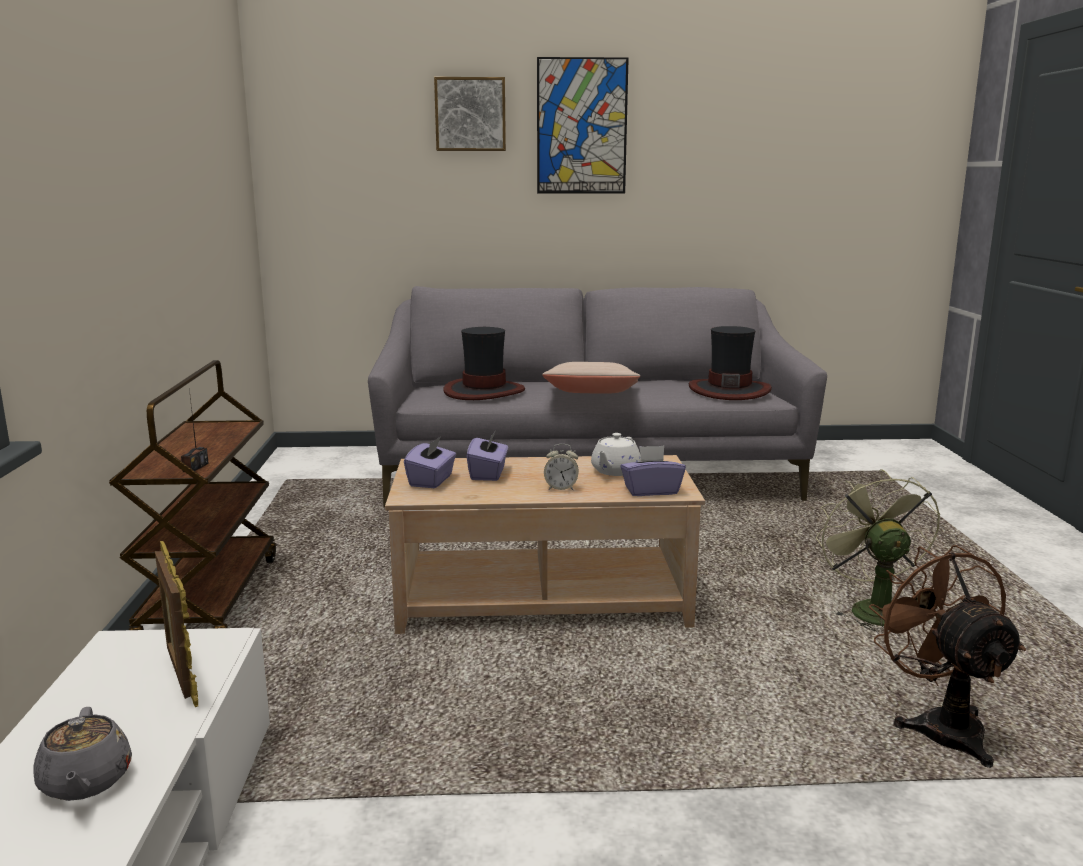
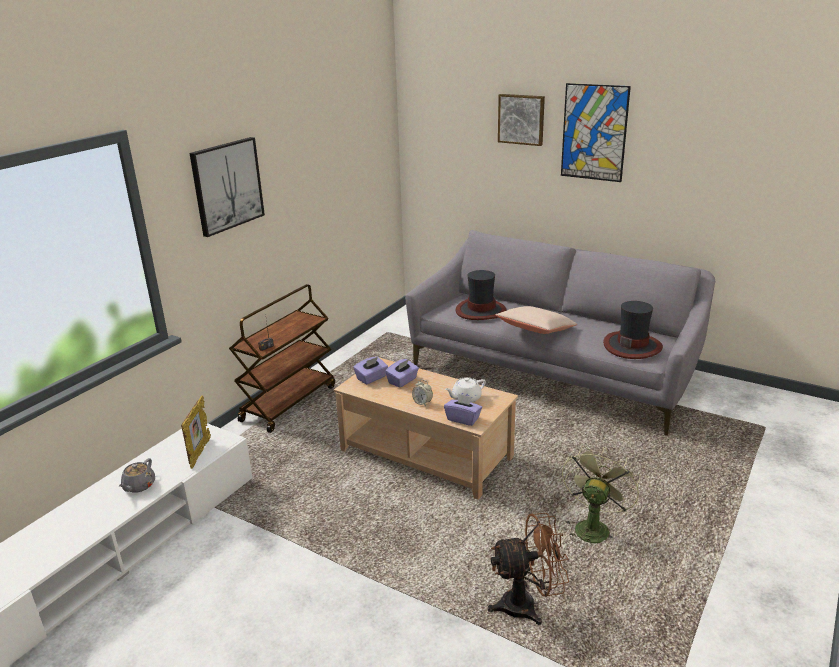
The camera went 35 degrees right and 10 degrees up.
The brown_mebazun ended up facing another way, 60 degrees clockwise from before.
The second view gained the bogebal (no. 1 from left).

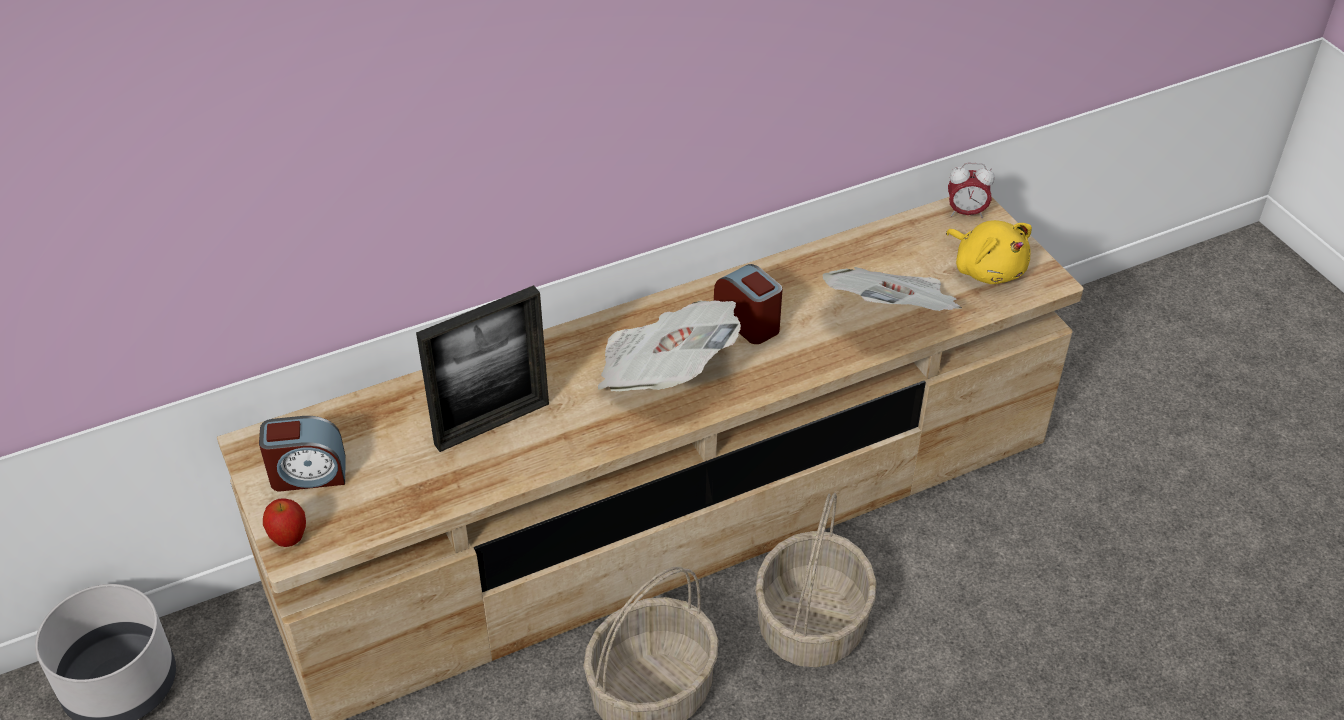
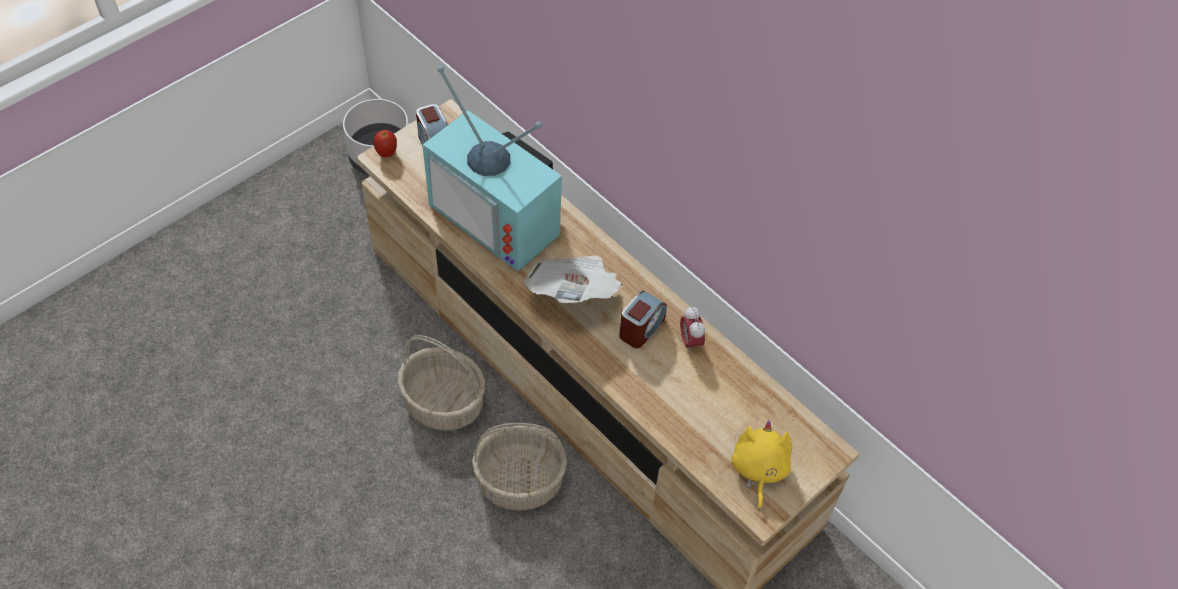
The camera went 70 degrees right and 10 degrees up.
Where the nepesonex stood, the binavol came to stand.
The second view lost the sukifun (no. 2 from left).
The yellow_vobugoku ended up facing another way, 150 degrees clockwise from before.
The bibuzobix (no. 3 from left) ended up elsewhere.

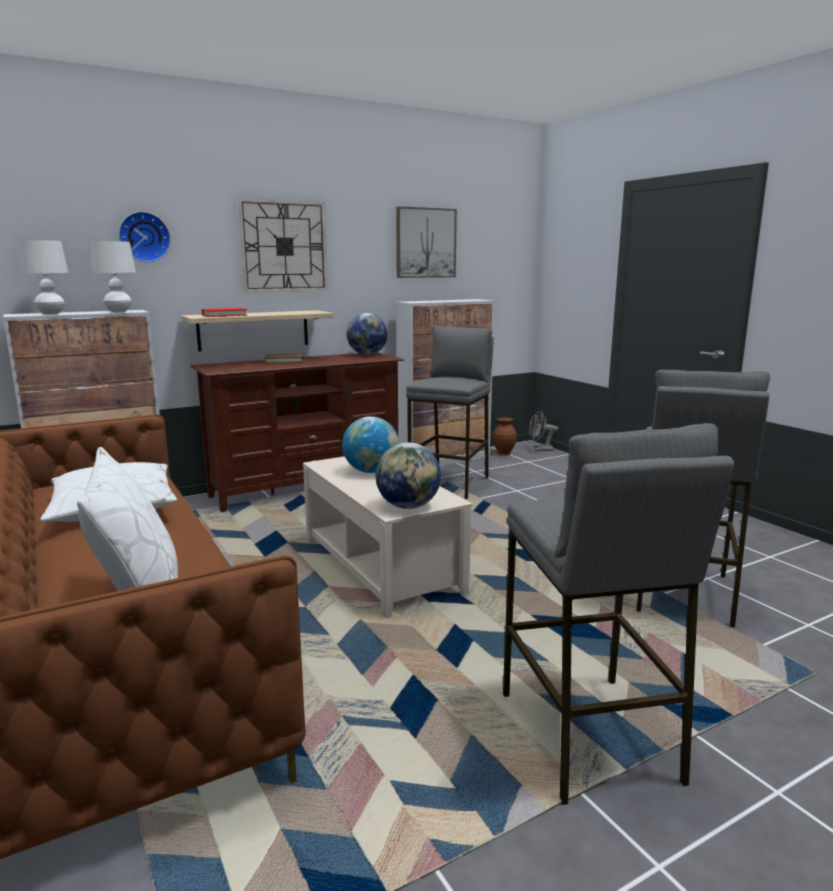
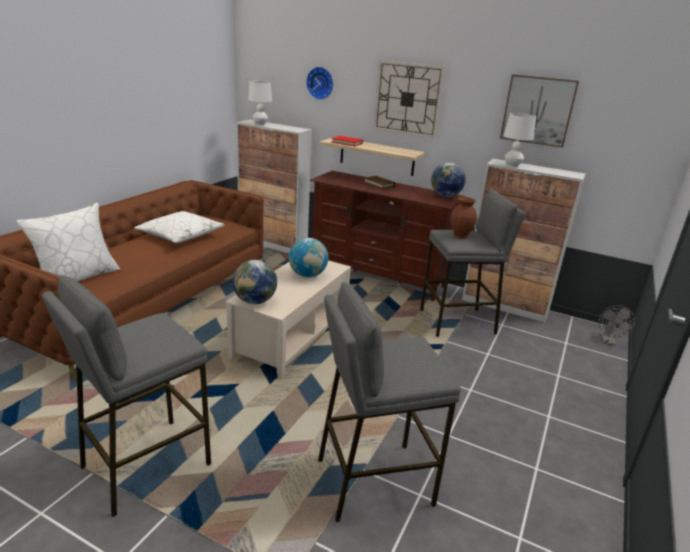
The camera went 55 degrees right and 10 degrees up.
The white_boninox (no. 2 from left) ended up elsewhere.
The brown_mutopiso ended up elsewhere.
The grey_mebazun ended up facing another way, 135 degrees counterclockwise from before.

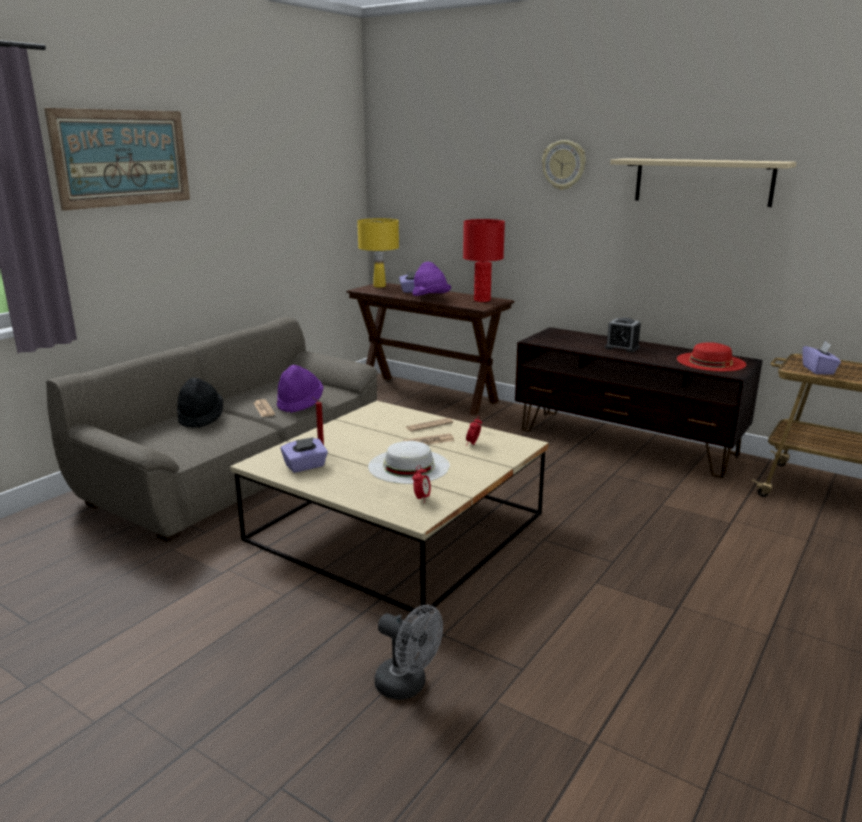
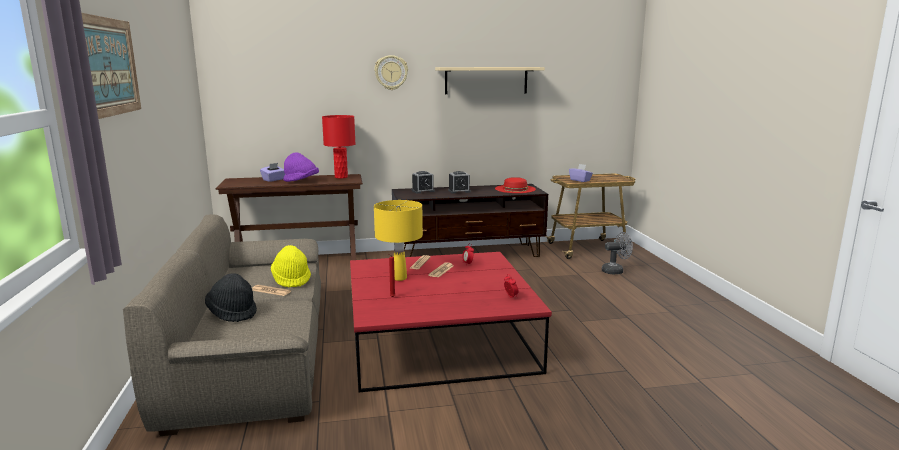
The camera went 45 degrees left and 5 degrees down.
What was the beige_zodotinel turned into the red_zodotinel.
What was the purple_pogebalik (no. 1 from left) turned into the yellow_pogebalik.
The second view lost the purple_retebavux (no. 1 from left).
The yellow_boninox ended up elsewhere.
The second view lost the white_pogebalik.
The grey_mebazun ended up elsewhere.
The second view gained the bibuzobix (no. 1 from left).

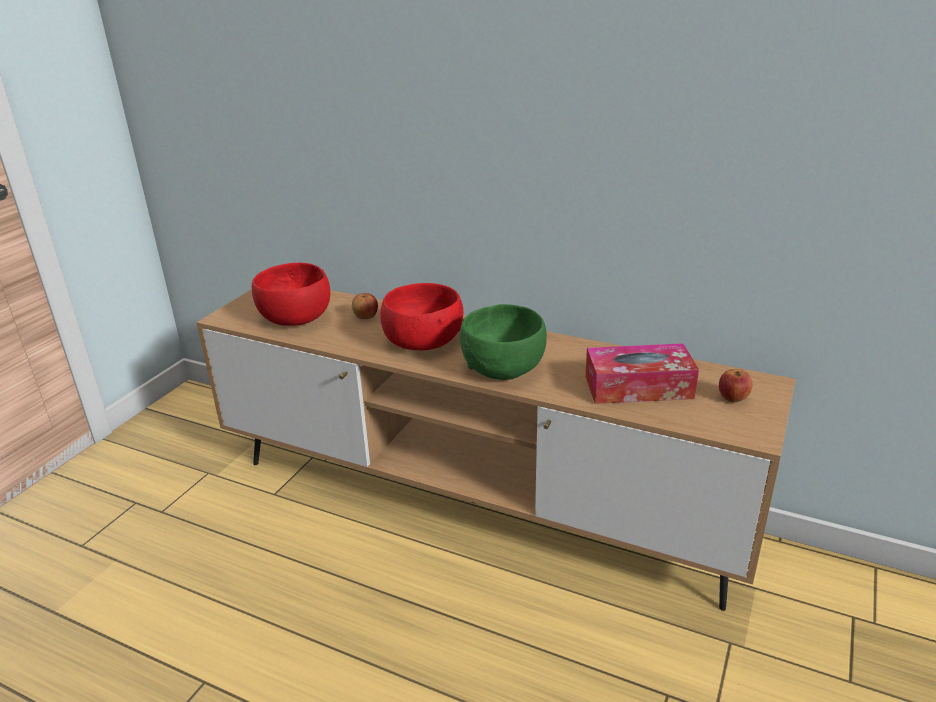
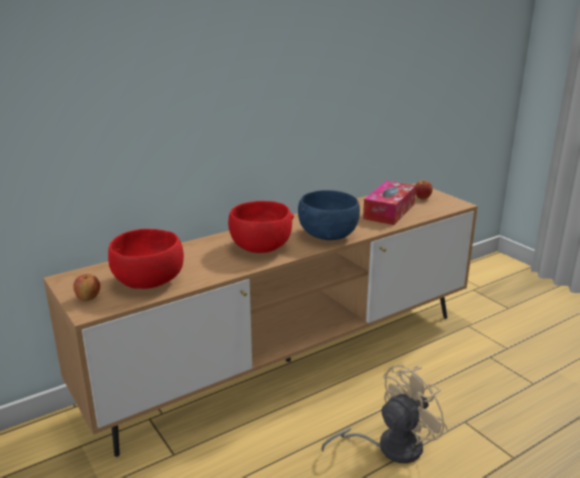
The camera went 60 degrees left and 5 degrees down.
The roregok (no. 1 from left) ended up elsewhere.
What was the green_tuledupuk turned into the blue_tuledupuk.
The second view gained the beige_mebazun.

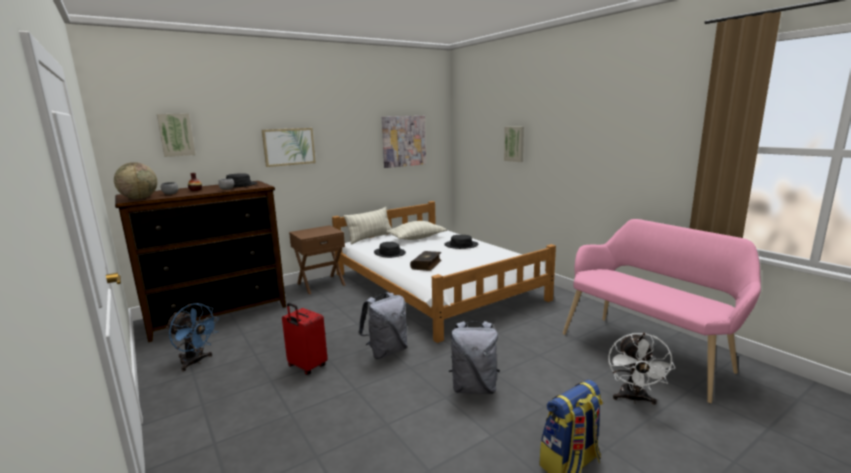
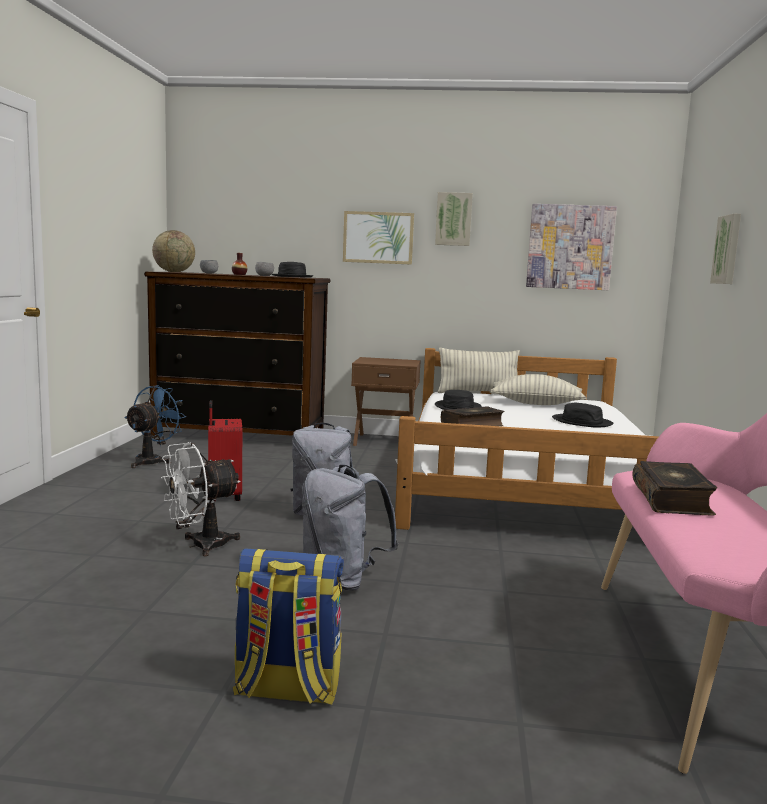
The camera went 40 degrees right and 5 degrees down.
The bogebal (no. 1 from left in the first image) ended up elsewhere.
The blue_mebazun ended up facing another way, 135 degrees counterclockwise from before.
The white_mebazun ended up elsewhere.
The second view gained the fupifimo (no. 2 from left).

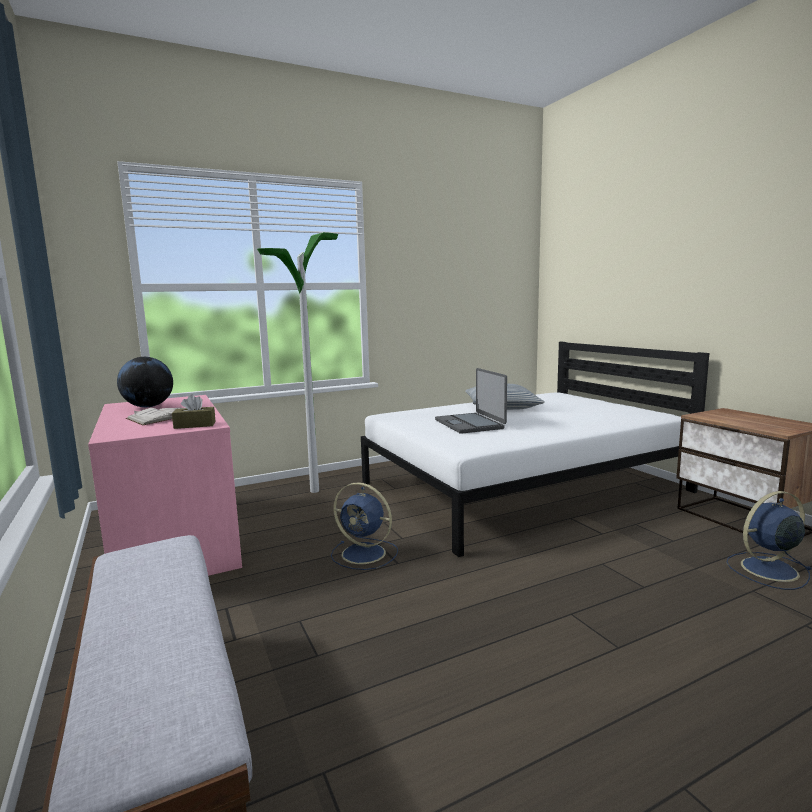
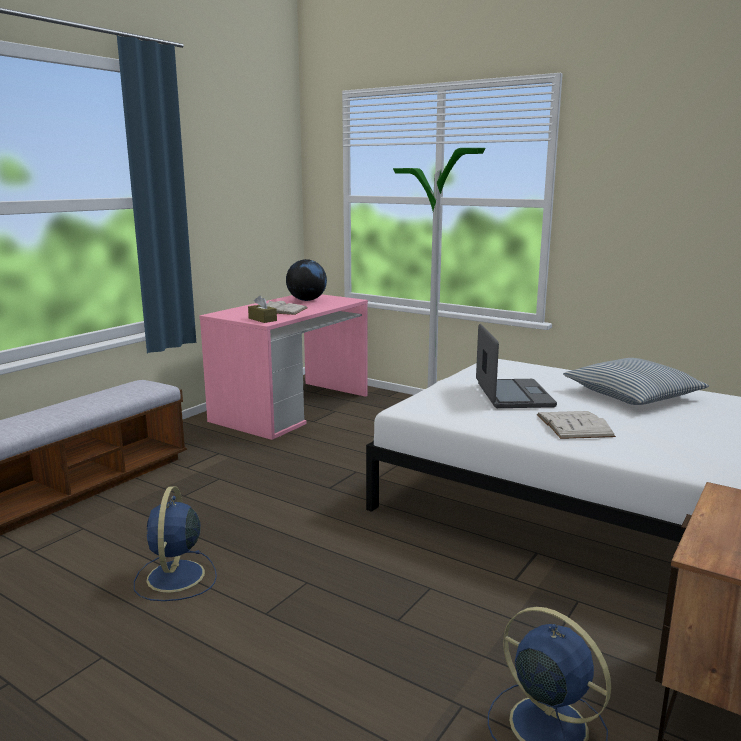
The camera went 60 degrees right and 5 degrees up.
The blue_mebazun (no. 1 from left) ended up elsewhere.
The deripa ended up facing another way, 135 degrees clockwise from before.
The second view gained the white_fupifimo (no. 2 from left).

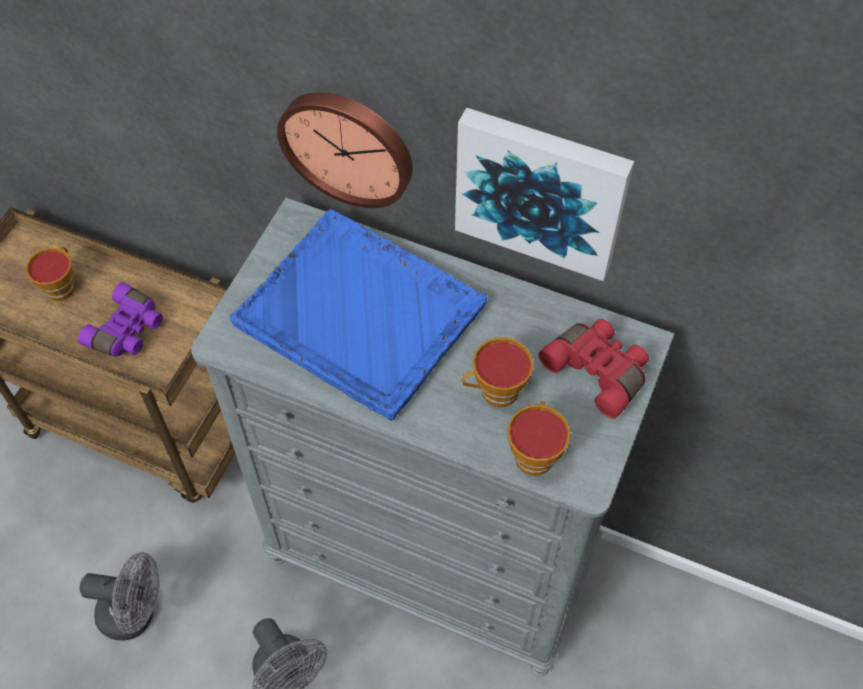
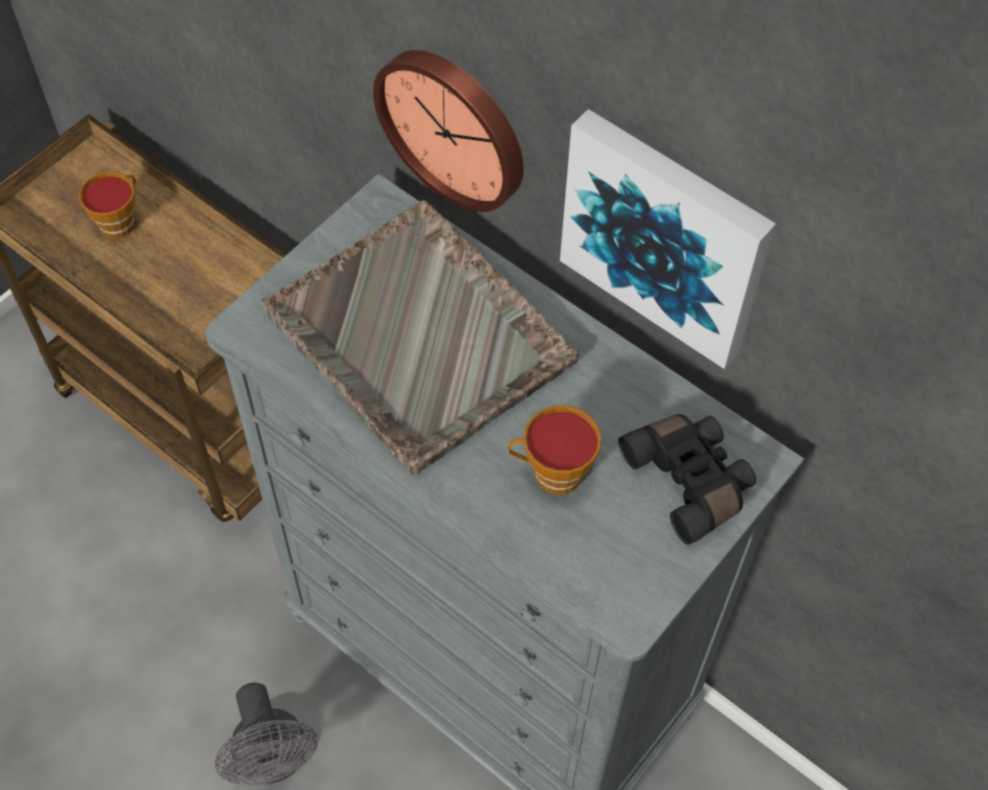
The camera went 15 degrees right and 0 degrees up.
The second view lost the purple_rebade.
The second view lost the grey_mebazun (no. 1 from left).
What was the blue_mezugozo turned into the grey_mezugozo.
The second view lost the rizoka (no. 3 from left).
What was the red_rebade turned into the black_rebade.

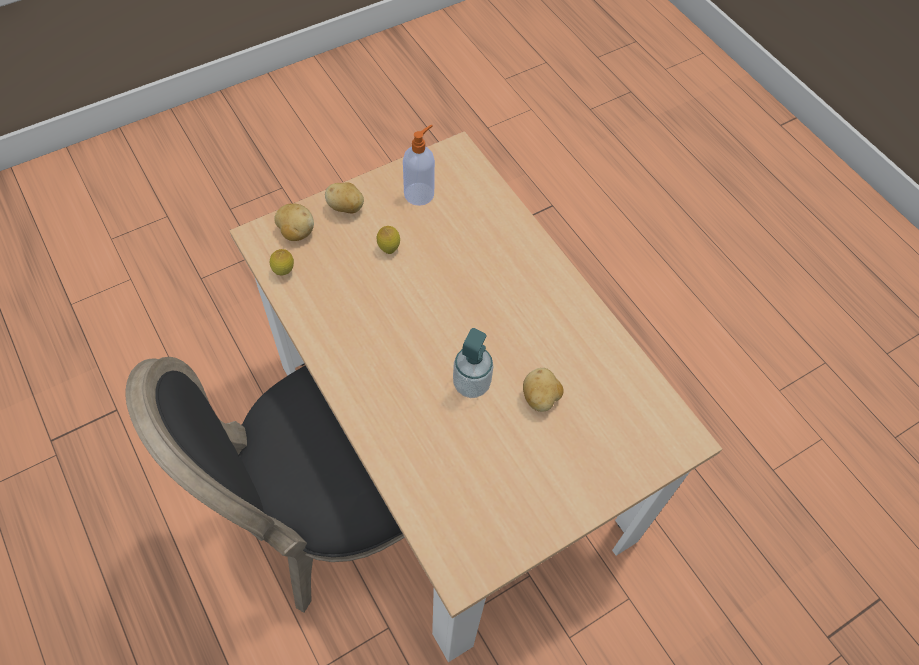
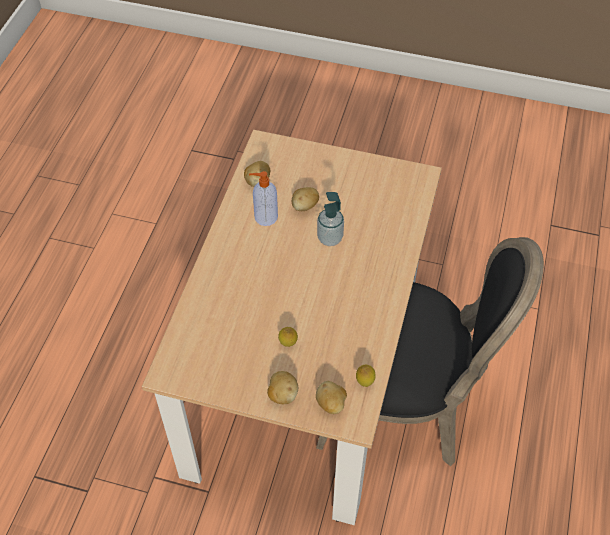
The camera went 130 degrees left and 5 degrees down.
The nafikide (no. 1 from left) ended up elsewhere.
The second view gained the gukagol (no. 1 from left).

